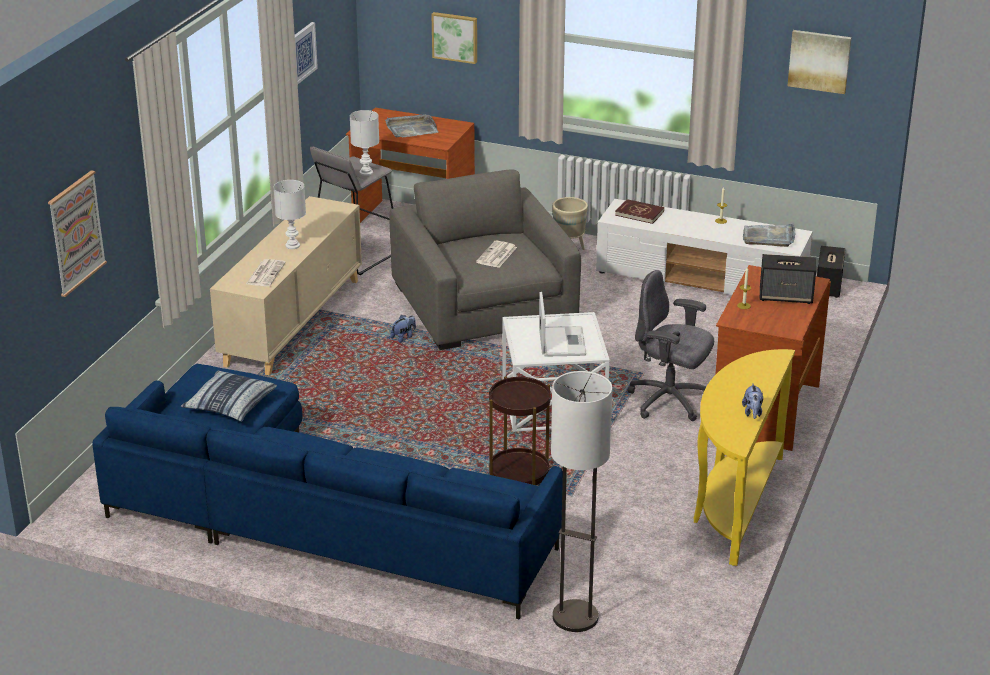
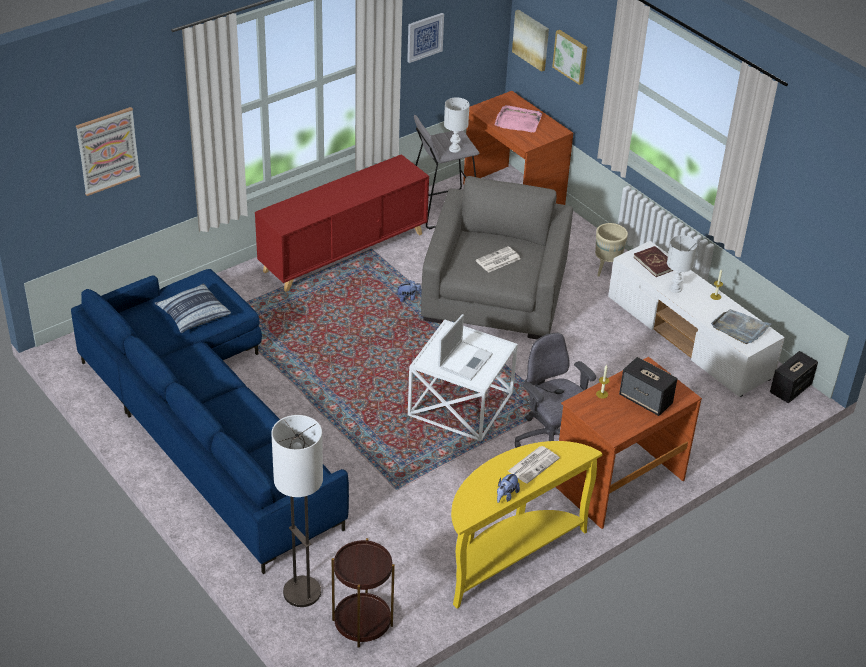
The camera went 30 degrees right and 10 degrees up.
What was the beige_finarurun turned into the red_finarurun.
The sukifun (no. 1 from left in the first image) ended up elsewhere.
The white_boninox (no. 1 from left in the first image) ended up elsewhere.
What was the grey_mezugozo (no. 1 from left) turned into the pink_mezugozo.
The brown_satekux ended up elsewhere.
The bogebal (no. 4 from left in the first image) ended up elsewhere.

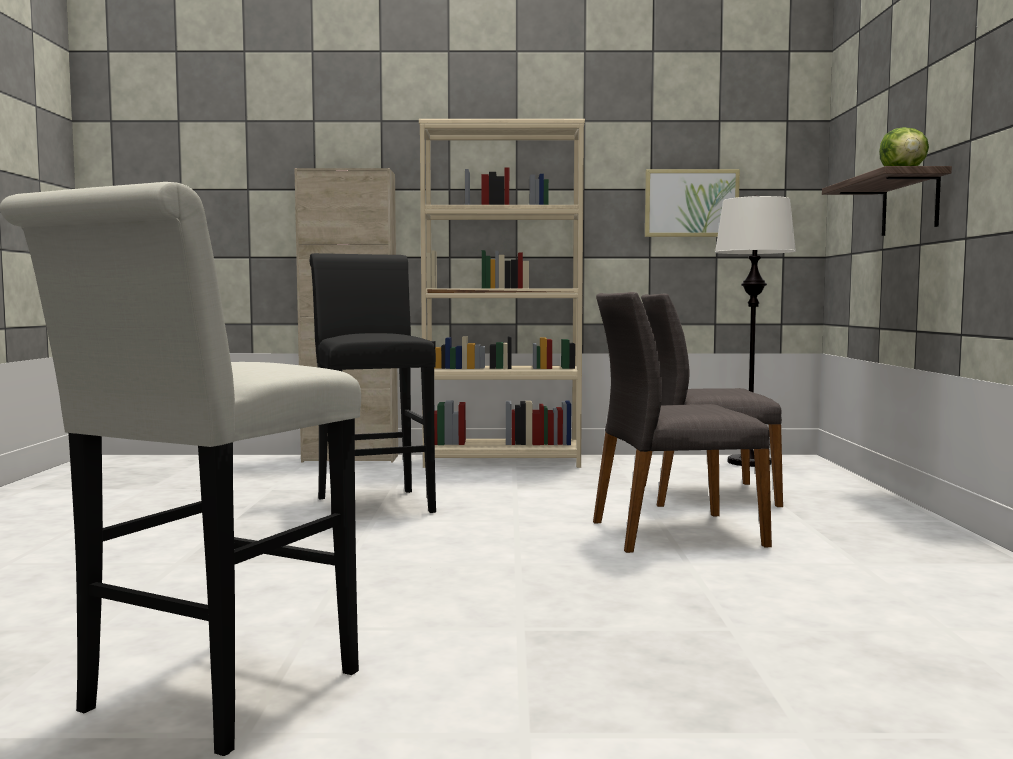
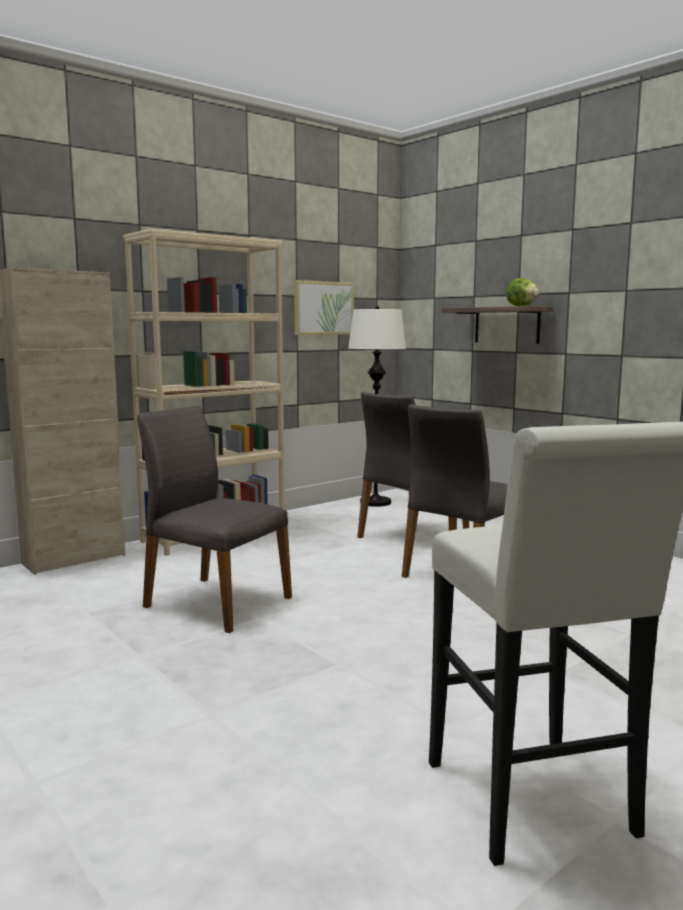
The camera went 40 degrees left and 5 degrees up.
Where the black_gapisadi stood, the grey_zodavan (no. 1 from left) came to stand.

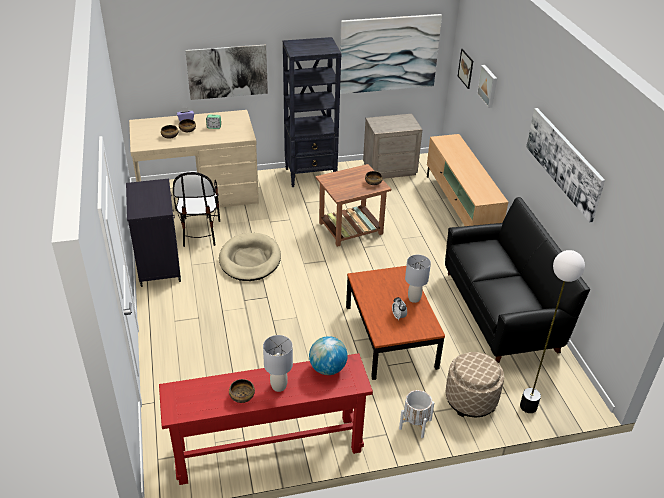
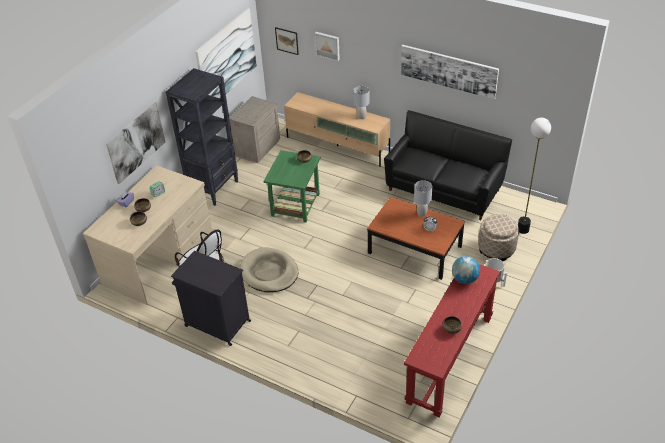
The camera went 45 degrees left and 5 degrees up.
The grey_boninox (no. 1 from left) ended up elsewhere.
What was the brown_satekux turned into the green_satekux.

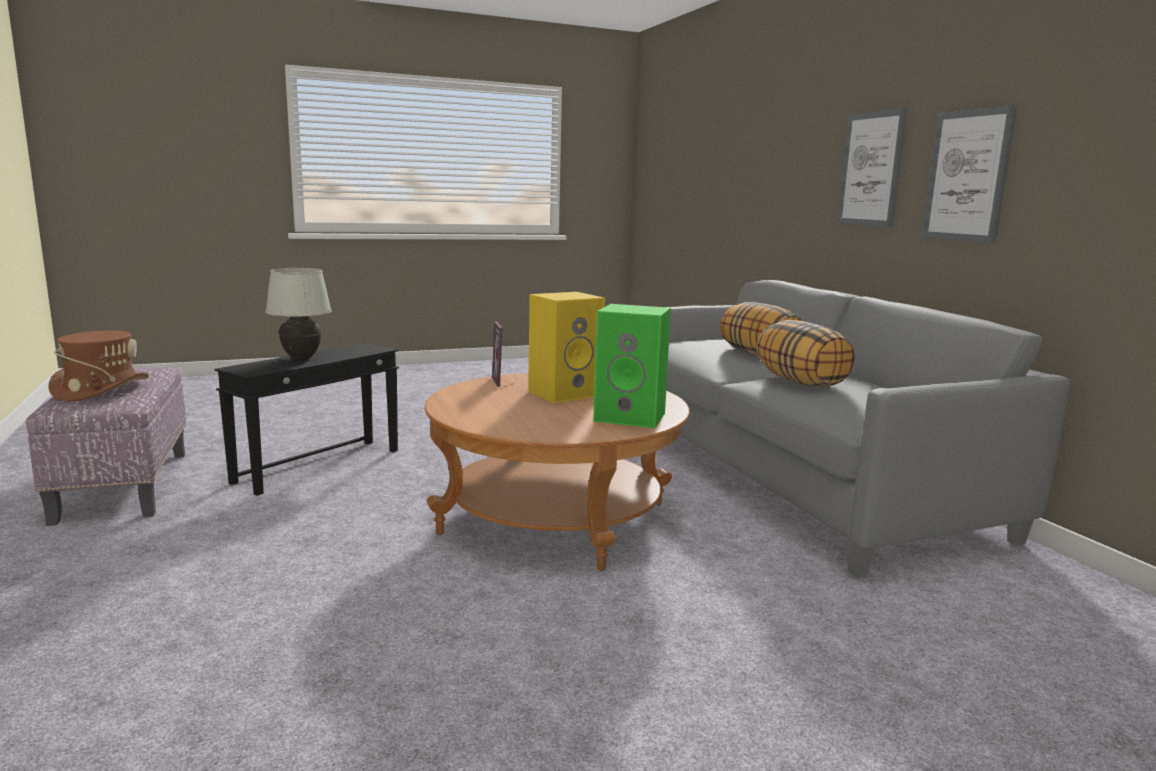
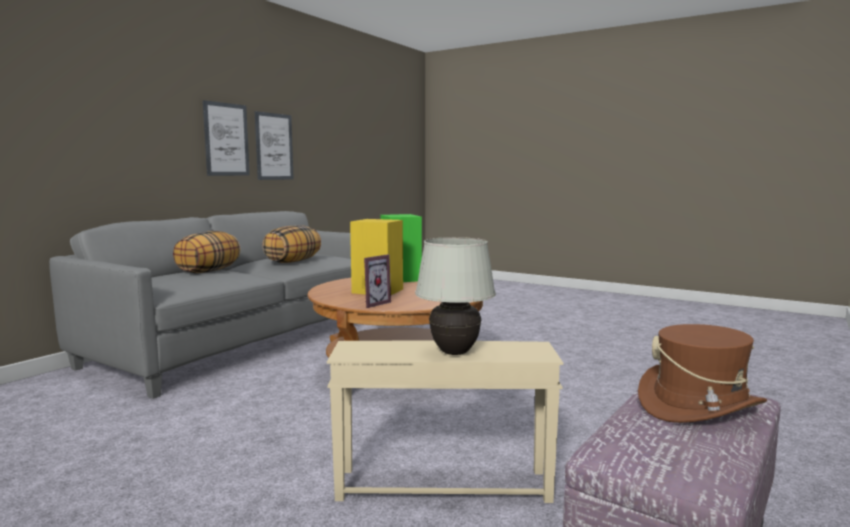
The camera went 125 degrees left and 5 degrees down.
What was the black_satekux turned into the beige_satekux.
The bogebal (no. 1 from left in the first image) ended up elsewhere.

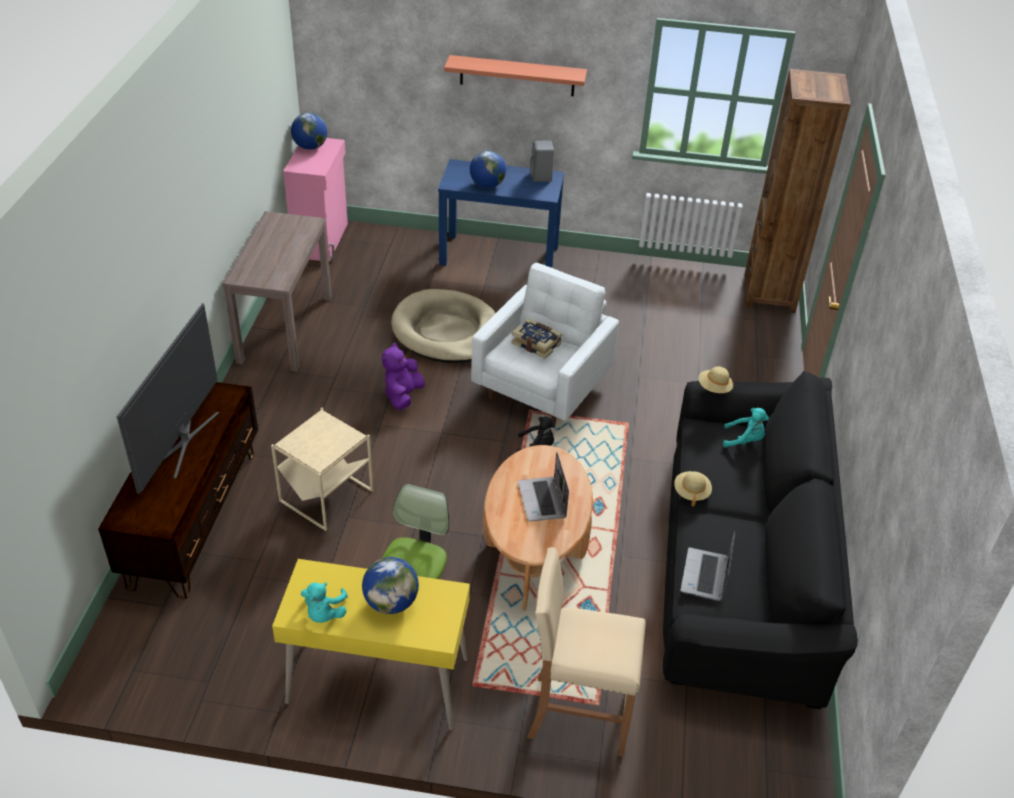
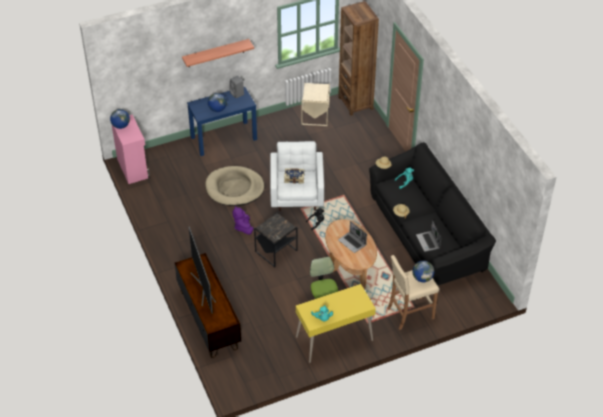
The camera went 30 degrees left and 5 degrees up.
The second view lost the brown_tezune.
The beige_satekux ended up elsewhere.
The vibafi (no. 2 from left in the first image) ended up elsewhere.
The second view gained the black_satekux.

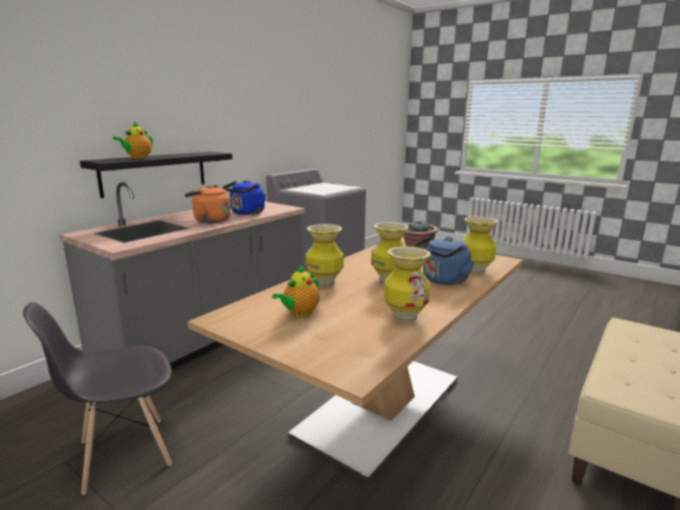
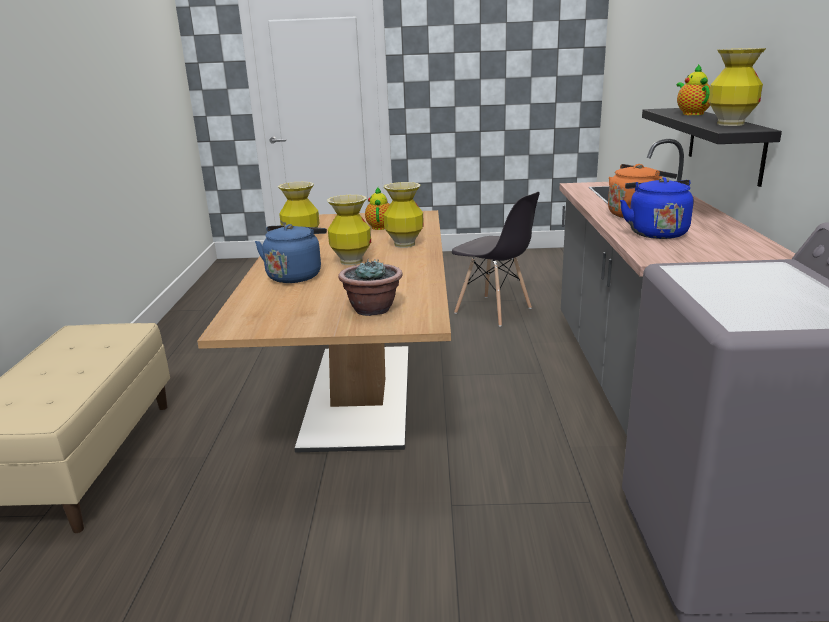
The camera went 145 degrees right and 5 degrees up.
The grey_zodavan ended up facing another way, 105 degrees clockwise from before.
The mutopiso (no. 4 from left) ended up elsewhere.

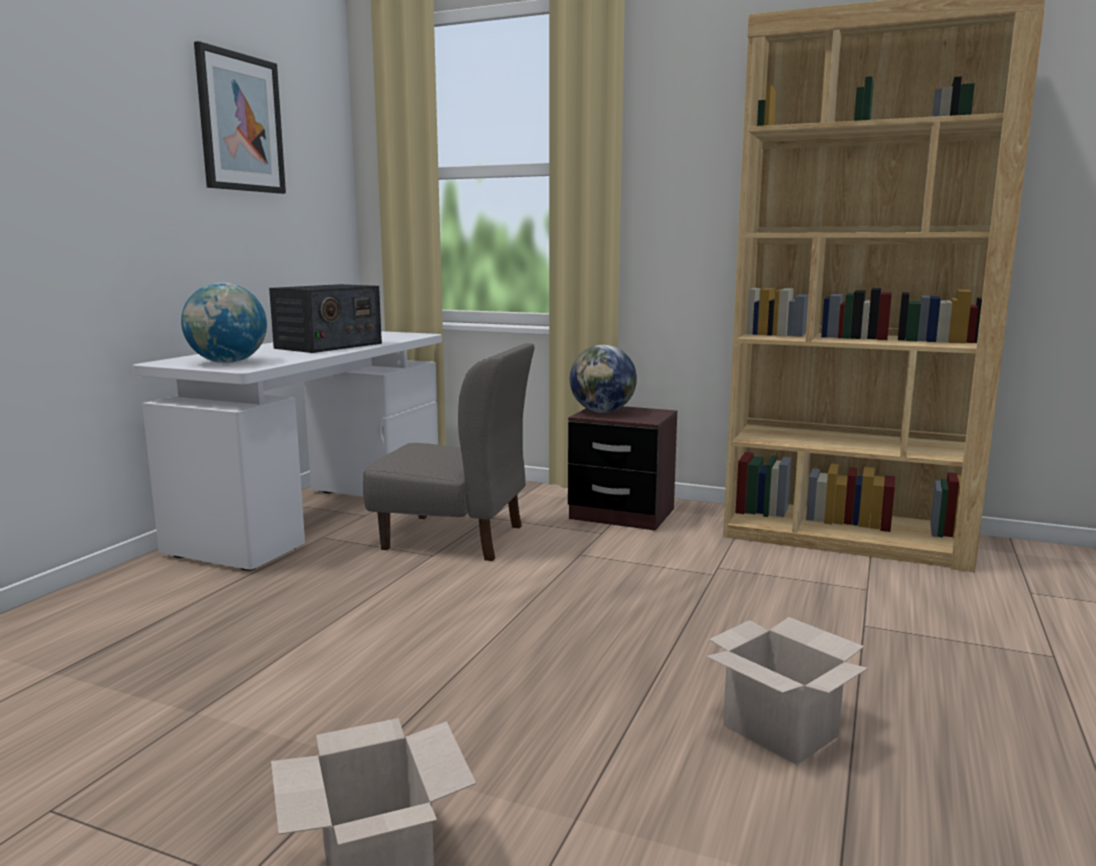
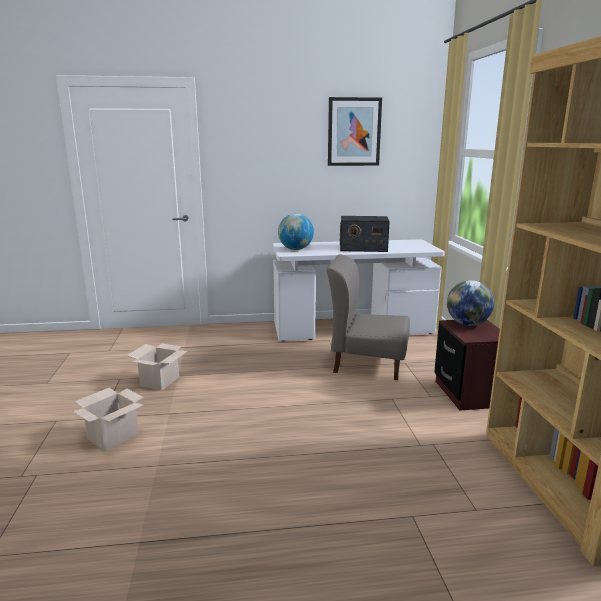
The camera went 60 degrees right and 5 degrees up.
The grey_zodavan ended up facing another way, 120 degrees clockwise from before.
The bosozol (no. 2 from left) ended up elsewhere.

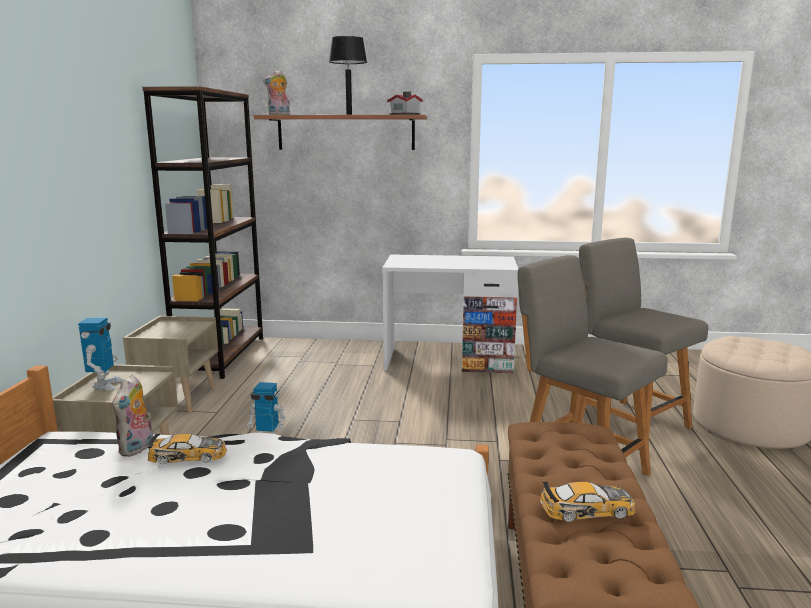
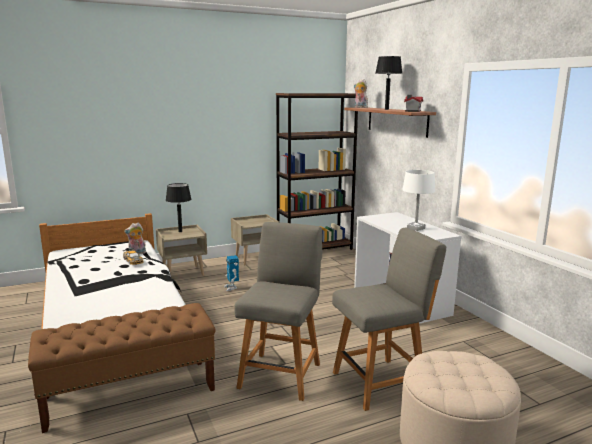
The camera went 60 degrees right and 0 degrees up.
Where the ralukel (no. 1 from left) stood, the black_boninox (no. 1 from left) came to stand.
The second view lost the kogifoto (no. 2 from left).
The grey_zodavan (no. 2 from left) ended up facing another way, 45 degrees clockwise from before.
The second view gained the white_boninox.

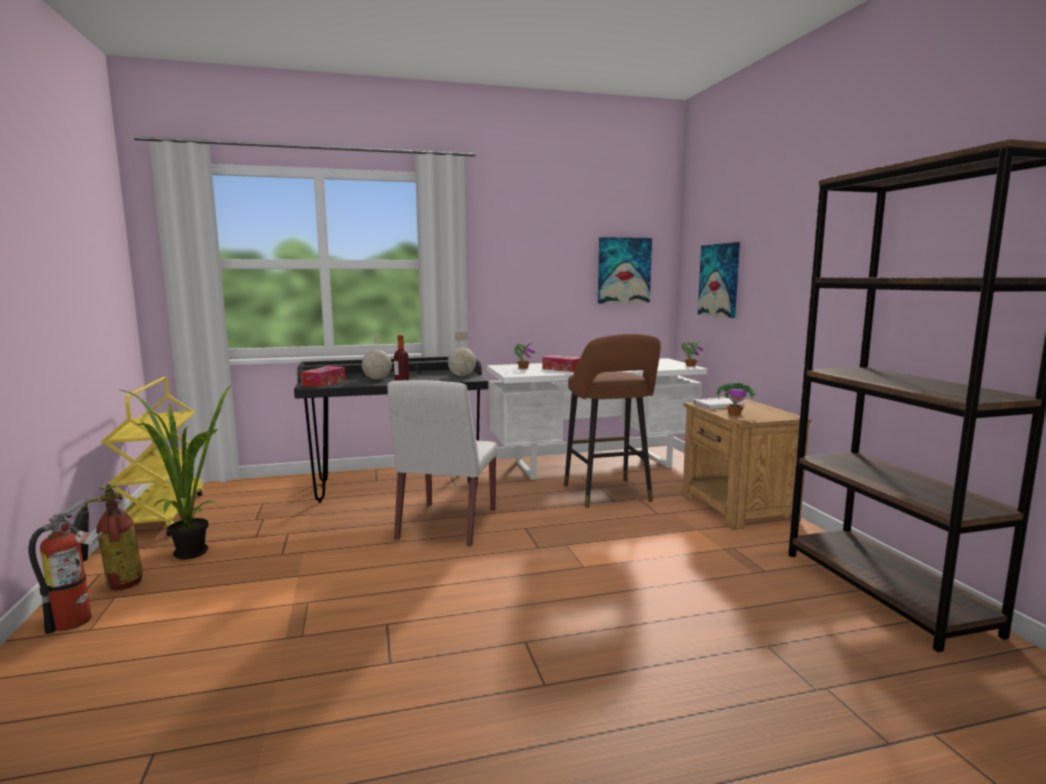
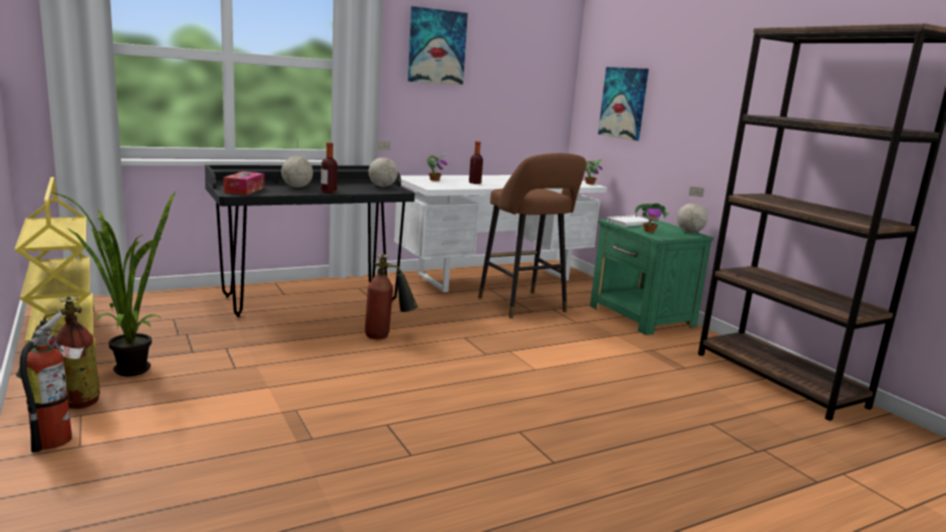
The camera went 15 degrees left and 5 degrees up.
Where the white_zodavan stood, the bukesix (no. 3 from left) came to stand.
Where the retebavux (no. 2 from left) stood, the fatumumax (no. 2 from left) came to stand.
The bogebal (no. 1 from left) ended up elsewhere.
What was the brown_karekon turned into the green_karekon.
The second view gained the vibafi (no. 3 from left).

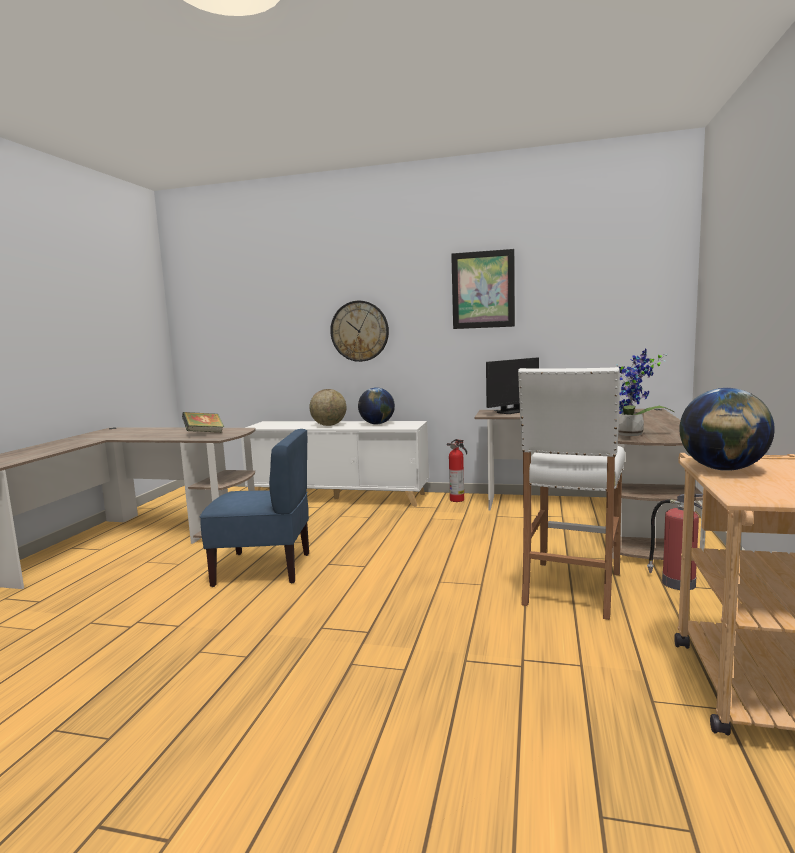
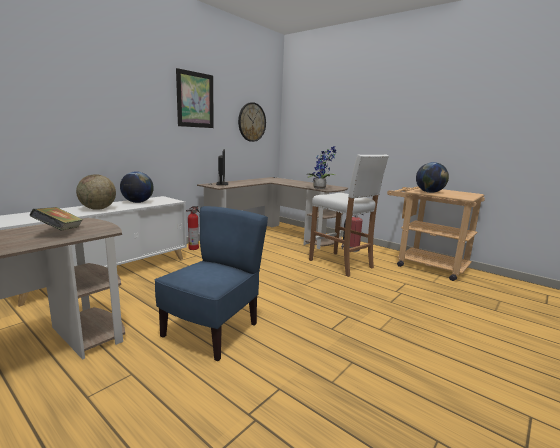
The camera went 65 degrees left and 5 degrees up.
The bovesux ended up elsewhere.

